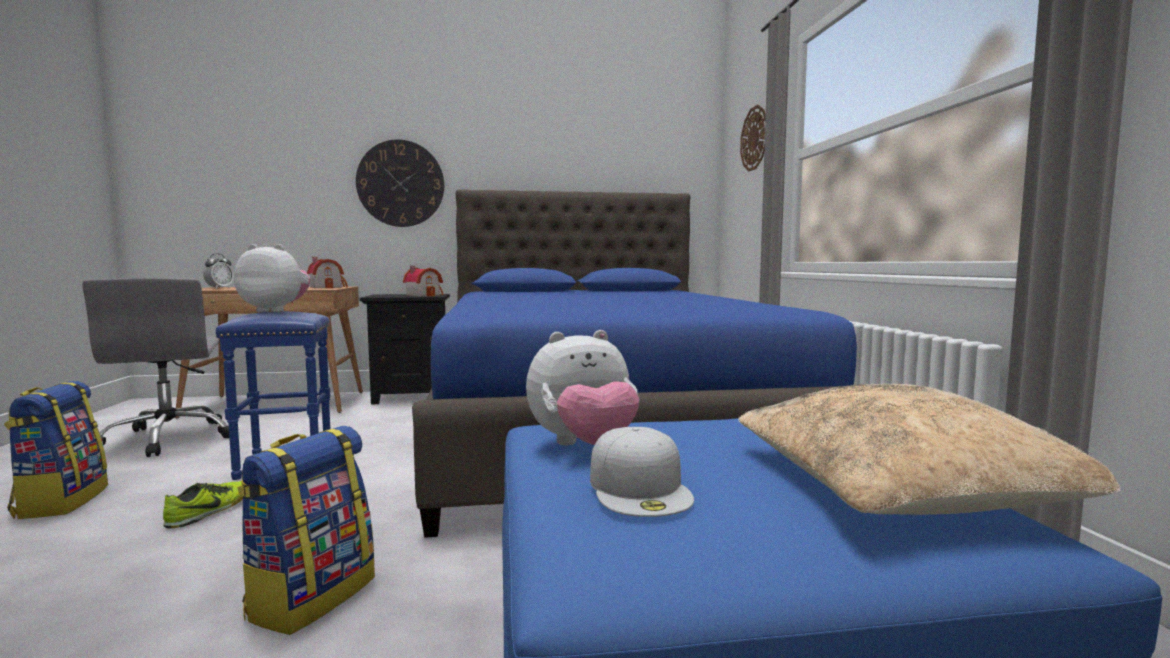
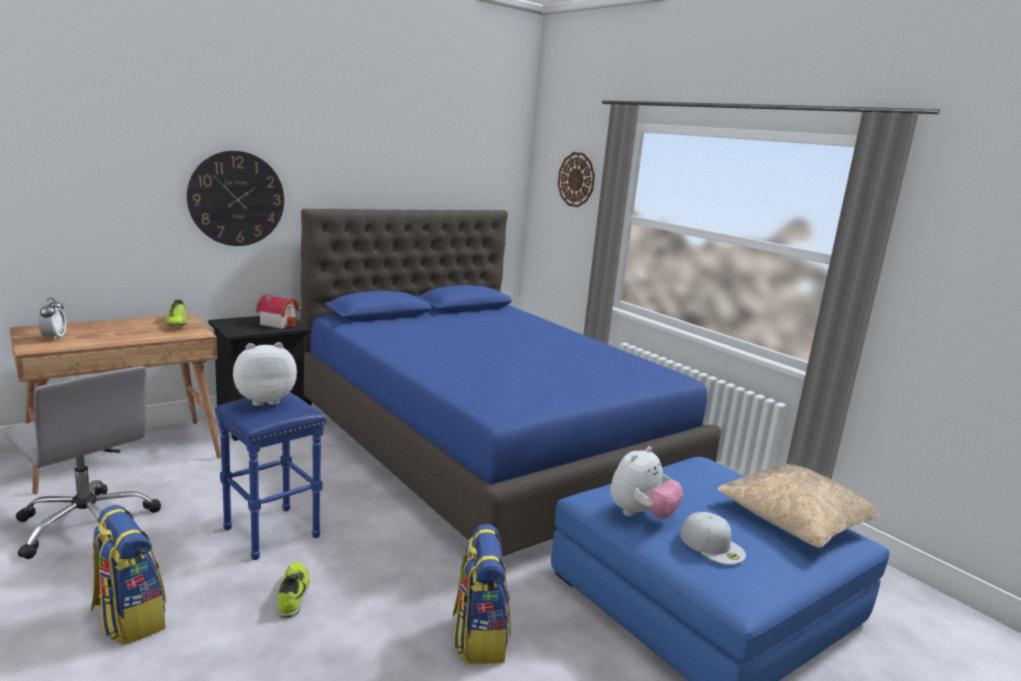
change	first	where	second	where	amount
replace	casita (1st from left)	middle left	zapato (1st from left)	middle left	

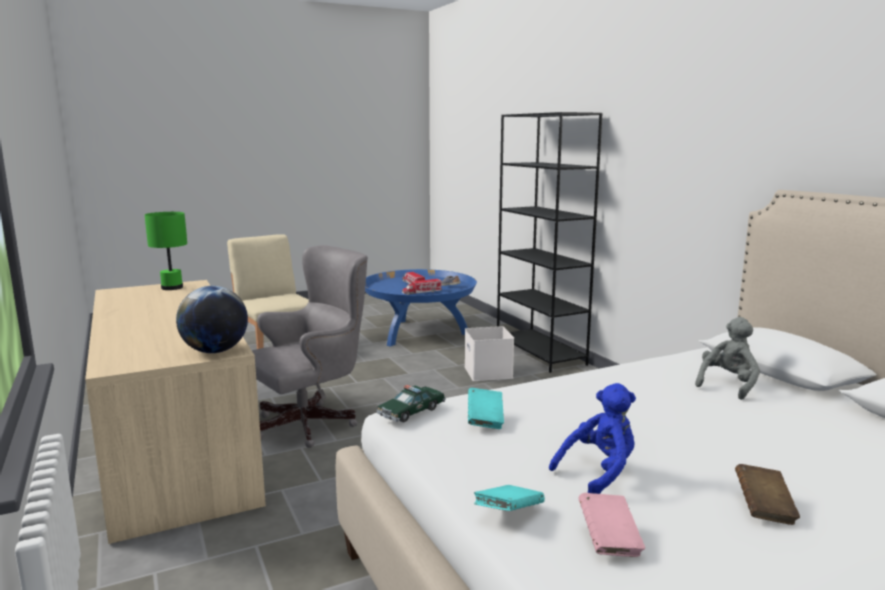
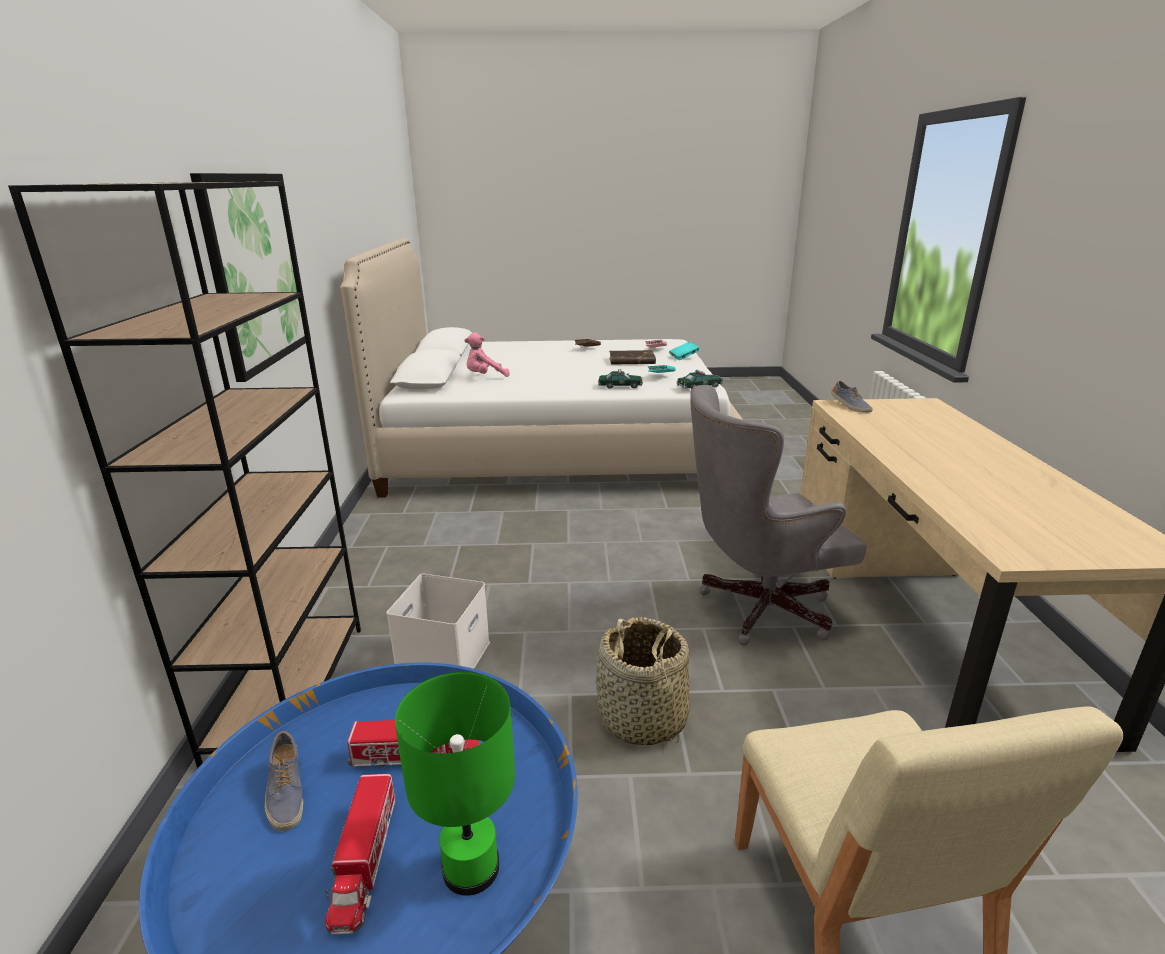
change	first	where	second	where	amount
insert			cuadro	top left	
insert			cesta	bottom centre	
insert			coche de juguete (1st from left)	centre	
move	lámpara de mesa (verde)	middle left		bottom centre	
replace	globo terráqueo	middle left	zapato (2nd from left)	middle right	
replace	peluche (azul)	bottom right	libro (marrón) (2nd from left)	centre	
recolor	estantería (negro)	centre	estantería (beis)	middle left	
recolor	peluche (gris)	middle right	peluche (rosa)	centre	

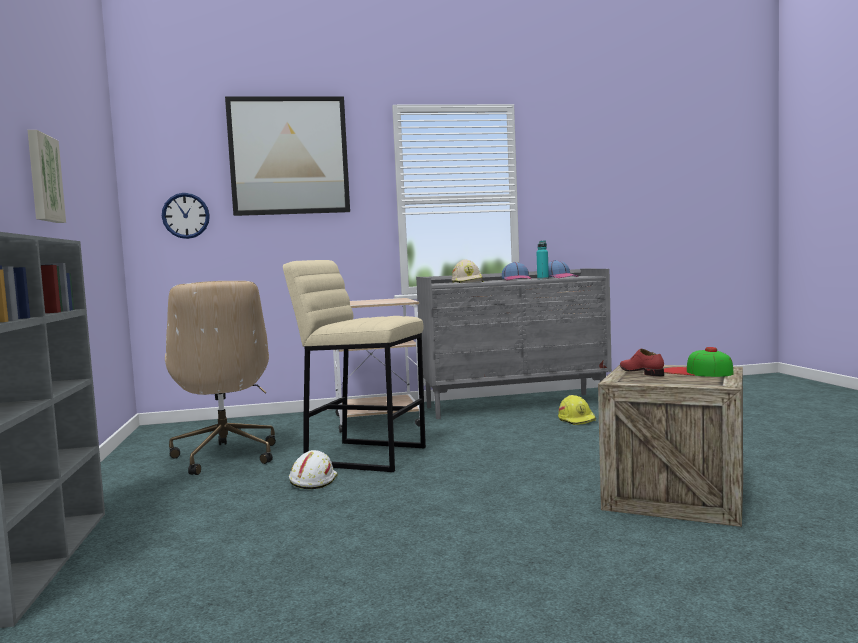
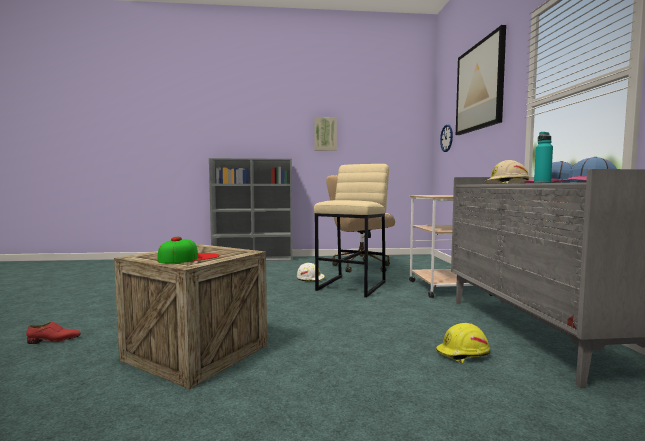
change	first	where	second	where	amount
move	zapato (rojo)	middle right		bottom left	

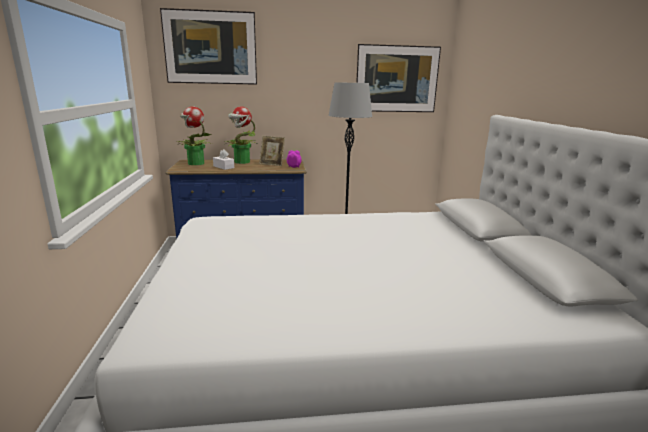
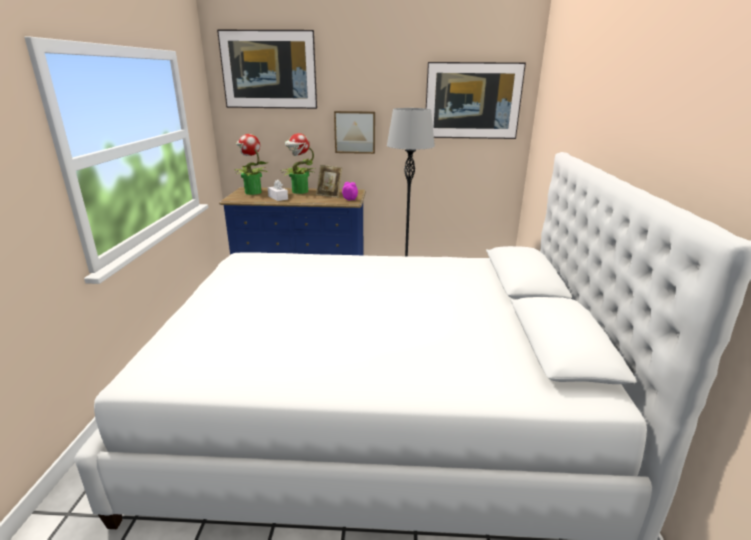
change	first	where	second	where	amount
insert			cuadro (2nd from left)	top centre	

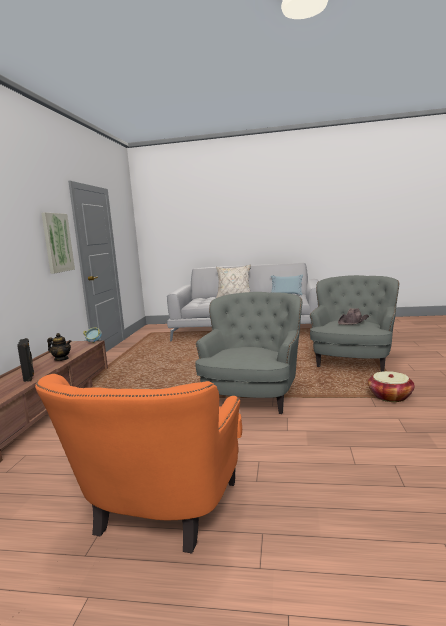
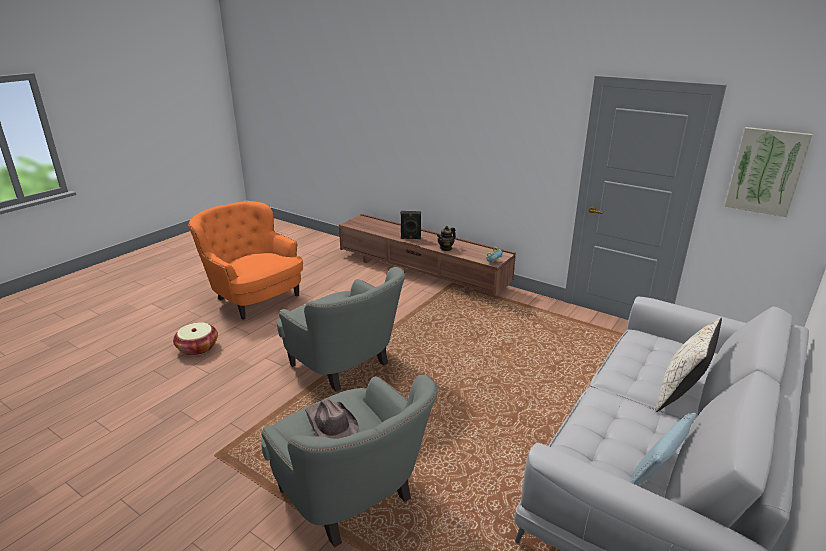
change	first	where	second	where	amount
move	cuadro	middle left		top right	
move	cesta	middle right		middle left	

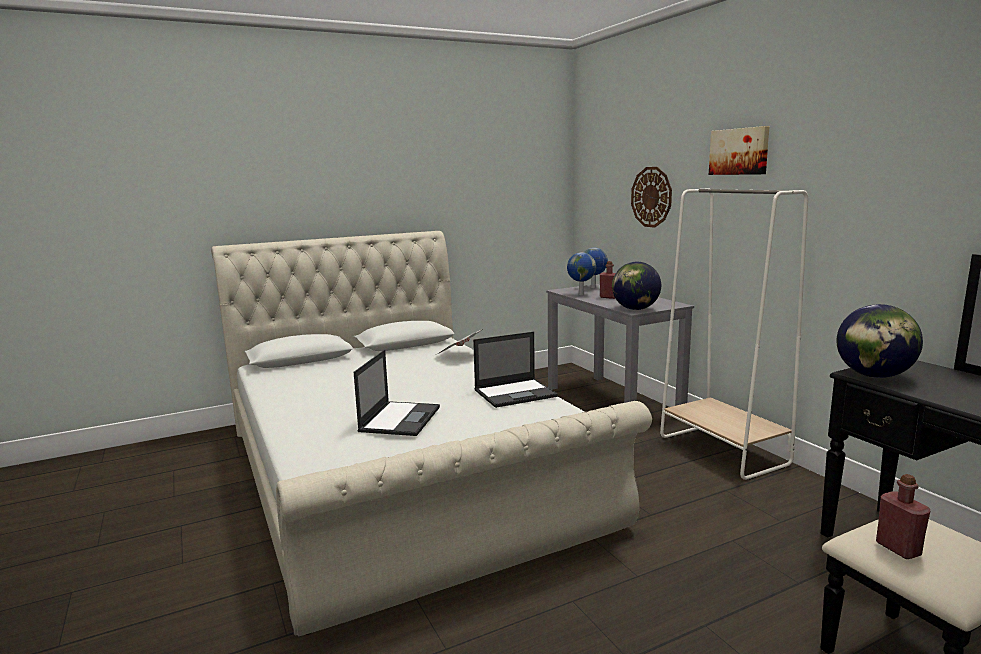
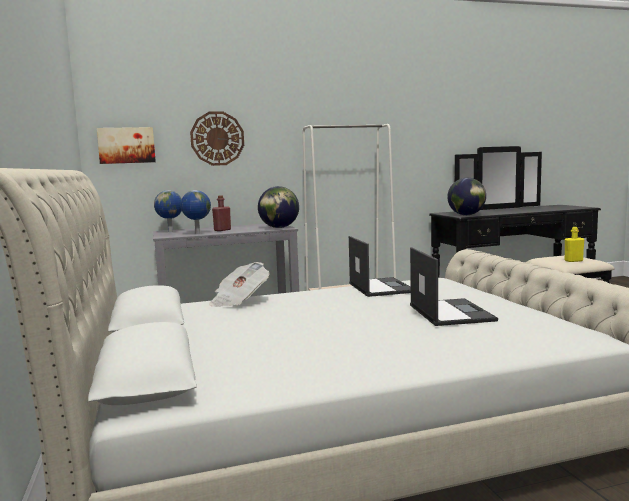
change	first	where	second	where	amount
move	cuadro	top right		top left	
recolor	botella (rojo) (2nd from left)	bottom right	botella (amarillo)	middle right	
rotate	portátil (1st from left in the first image)	centre	portátil (2nd from left)	middle right	60 degrees clockwise

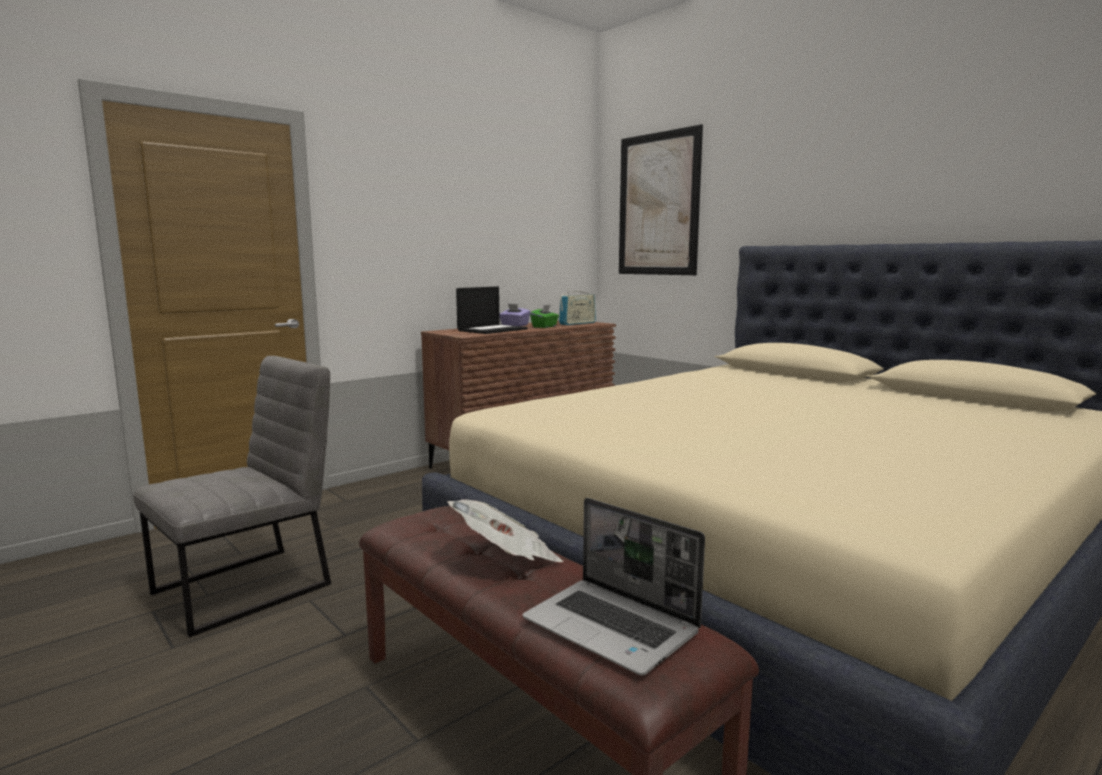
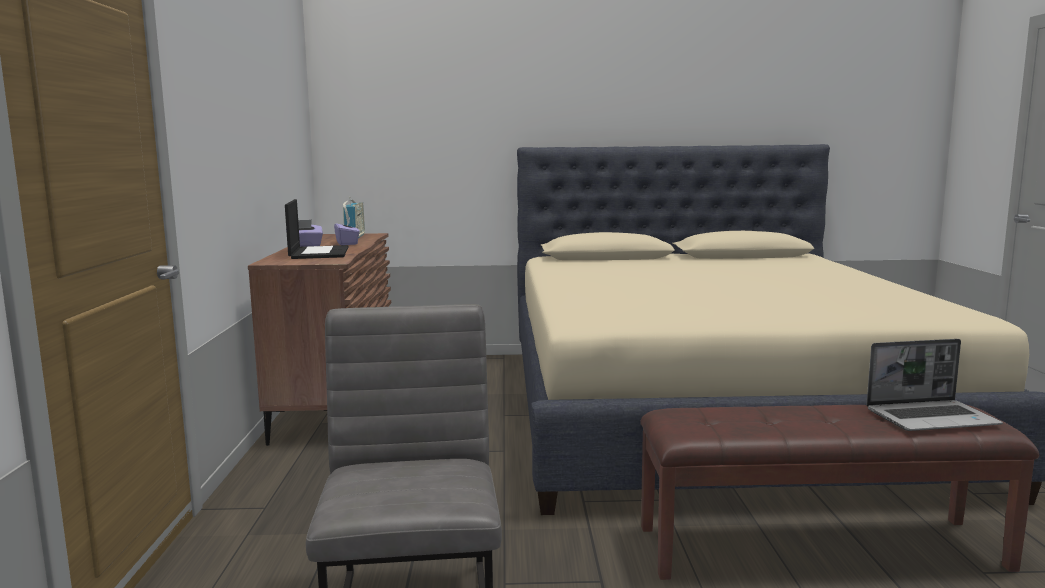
change	first	where	second	where	amount
delete	periódico	bottom centre			
delete	cuadro	top centre			
recolor	caja de pañuelos (verde)	centre	caja de pañuelos (morado) (2nd from left)	middle left	

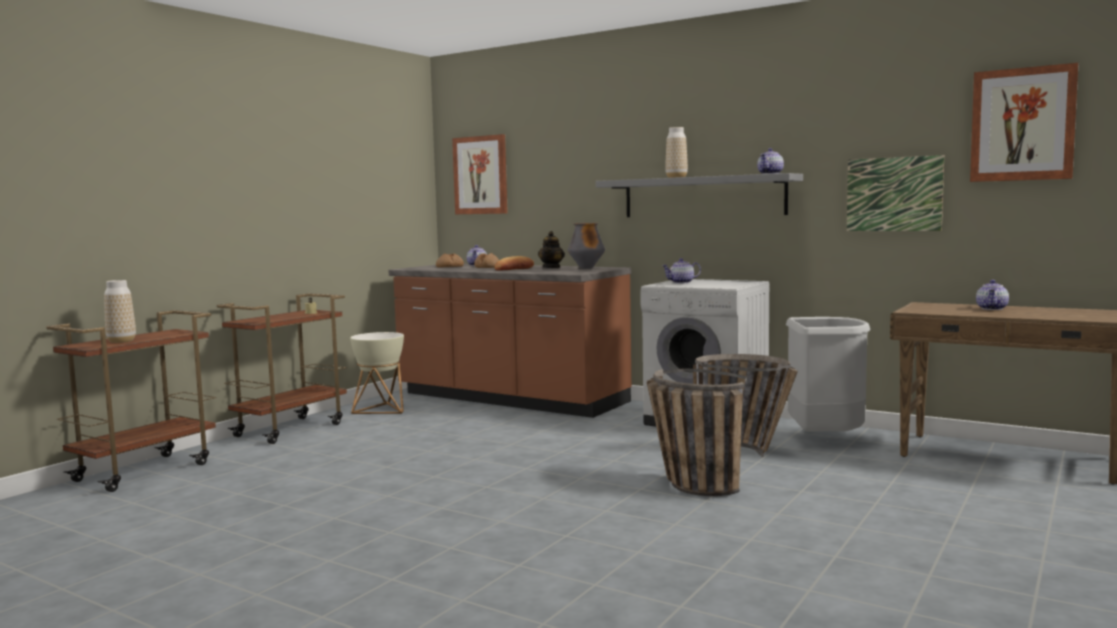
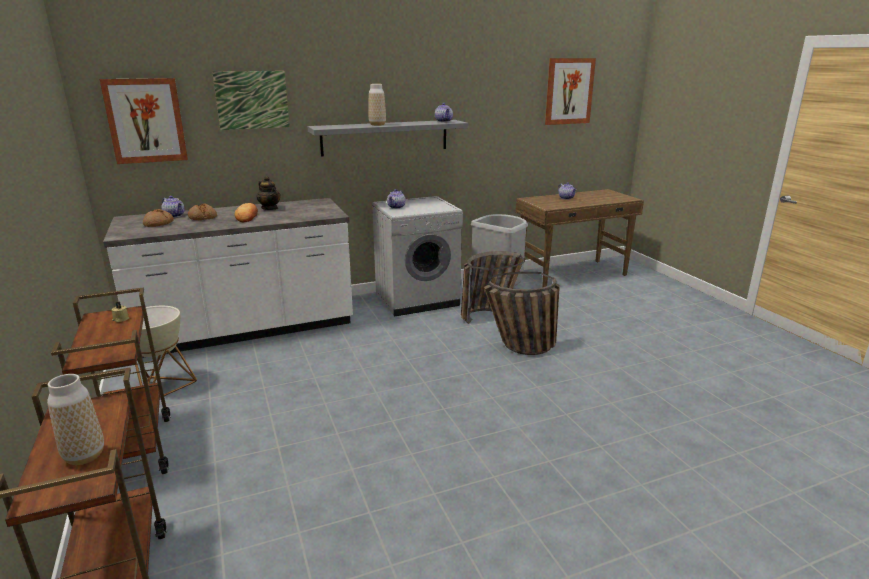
change	first	where	second	where	amount
delete	florero (2nd from left)	centre			
move	cuadro (2nd from left)	top right		top left	
recolor	mueble bajo de cocina (marrón)	centre	mueble bajo de cocina (blanco)	middle left	

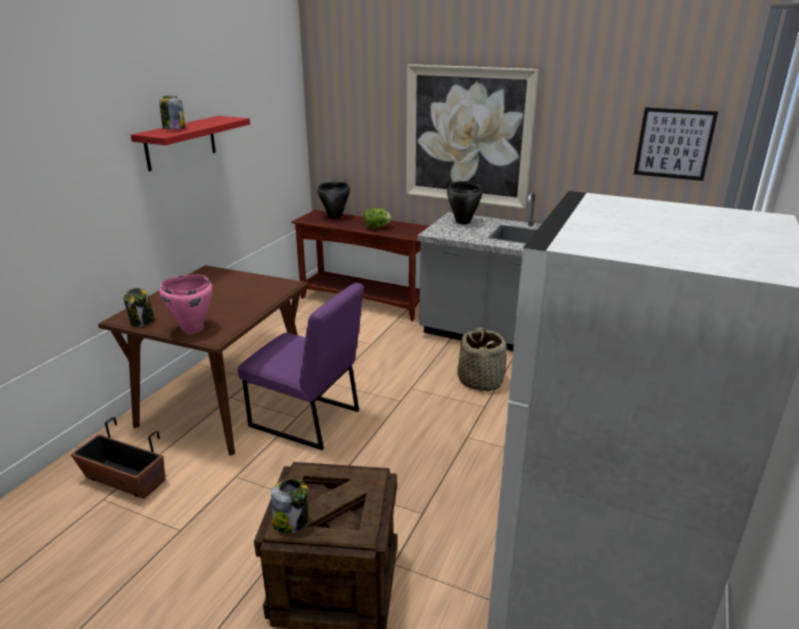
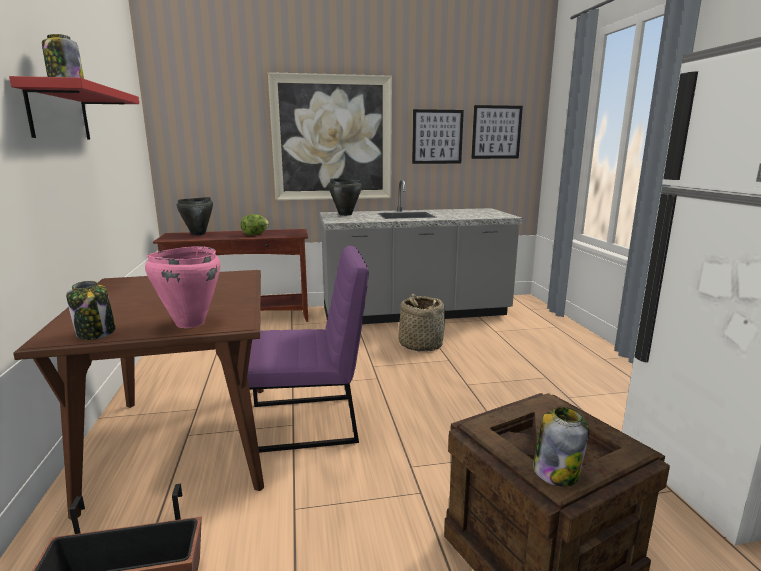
change	first	where	second	where	amount
insert			cuadro (2nd from left)	top centre	

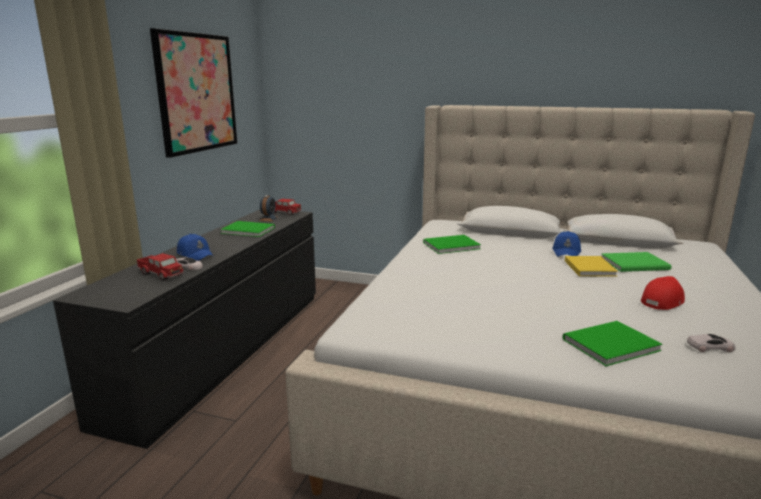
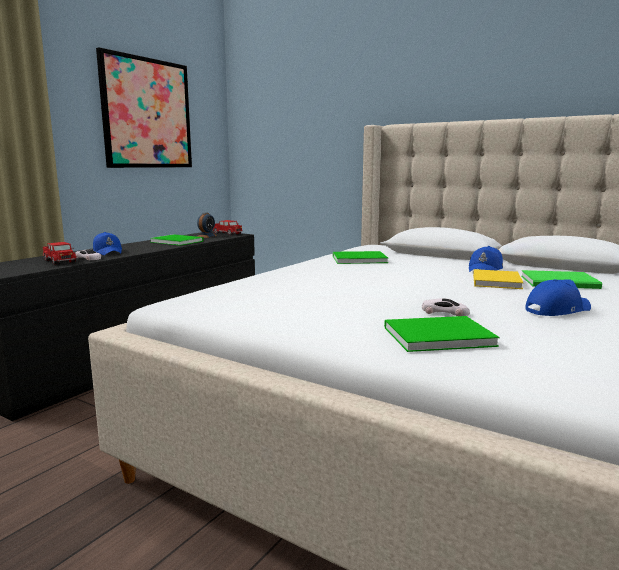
change	first	where	second	where	amount
move	coche de juguete (blanco) (2nd from left)	bottom right		middle right	
recolor	gorra (rojo)	middle right	gorra (azul) (3rd from left)	middle right	

